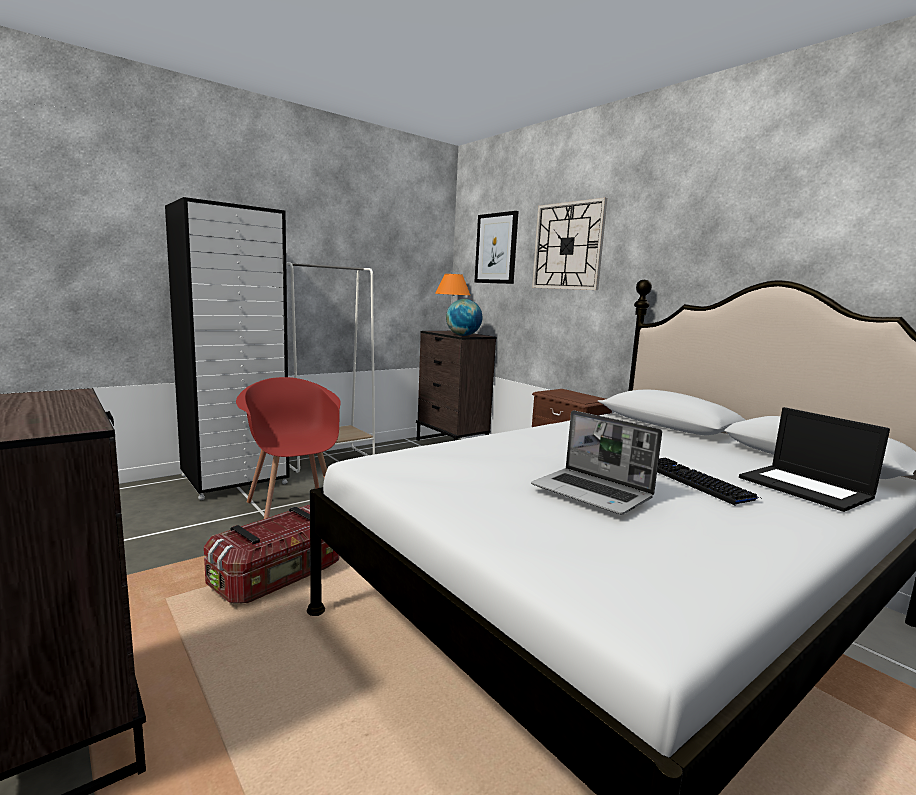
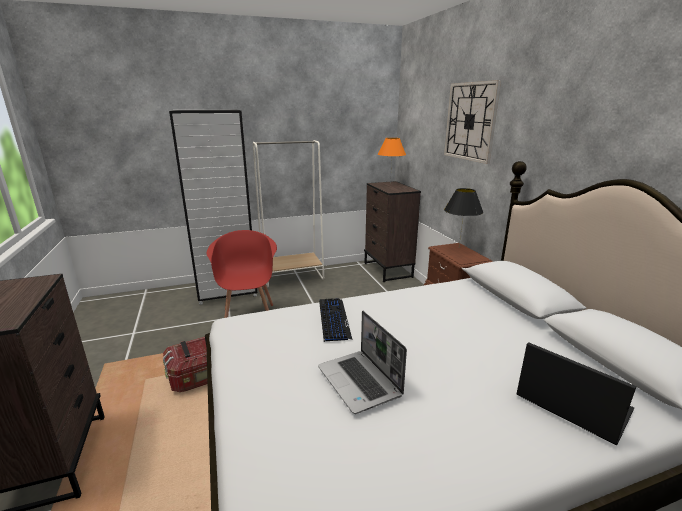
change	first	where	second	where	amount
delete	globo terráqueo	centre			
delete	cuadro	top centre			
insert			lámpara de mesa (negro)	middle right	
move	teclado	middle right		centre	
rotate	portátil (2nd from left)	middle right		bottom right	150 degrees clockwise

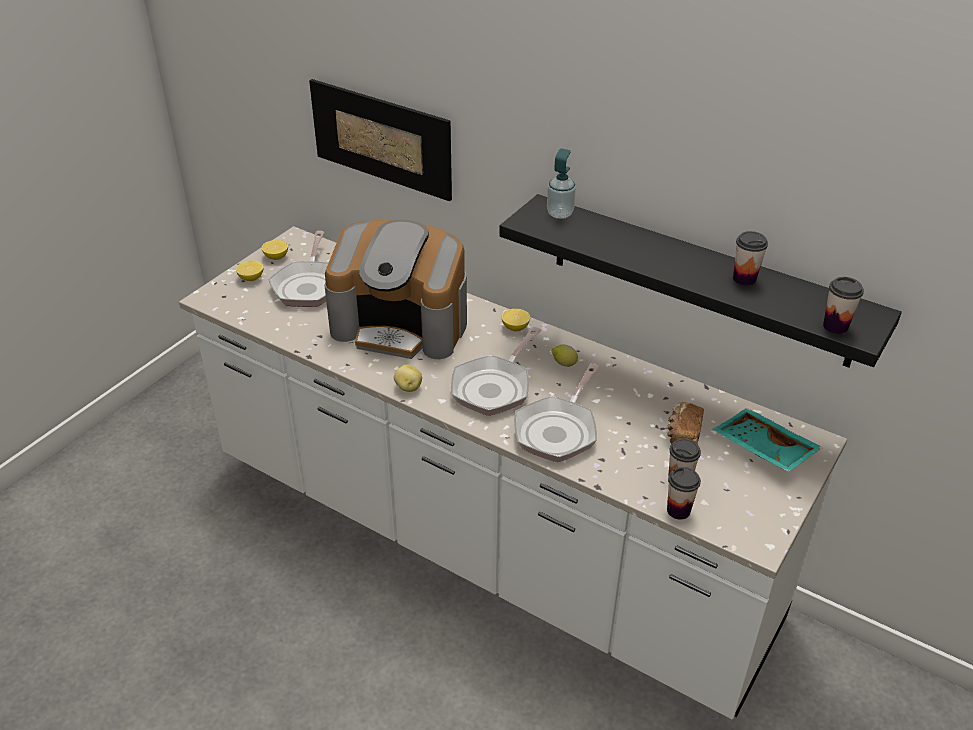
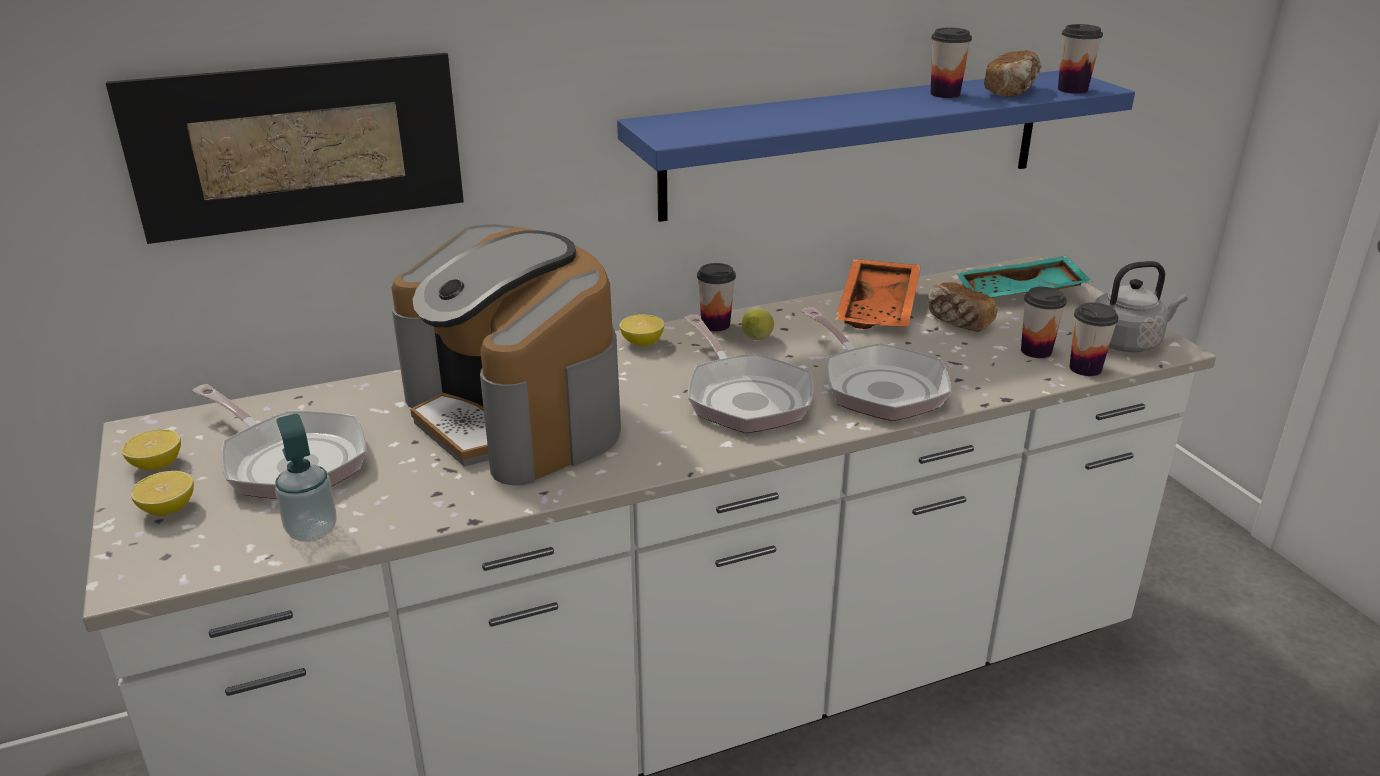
change	first	where	second	where	amount
delete	patata	centre			
insert			taza (1st from left)	centre	
insert			bandeja (naranja)	centre	
insert			pan (2nd from left)	top right	
insert			hervidor (gris)	middle right	
move	dispensador de jabón	top centre		middle left	
recolor	estante (negro)	middle right	estante (azul)	top centre	
rotate	cafetera	centre		centre	90 degrees clockwise

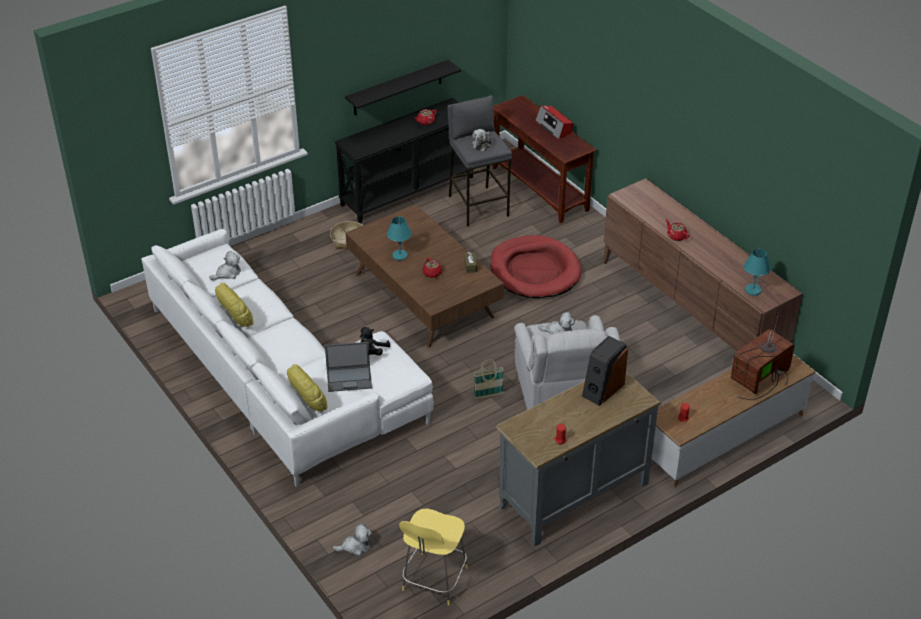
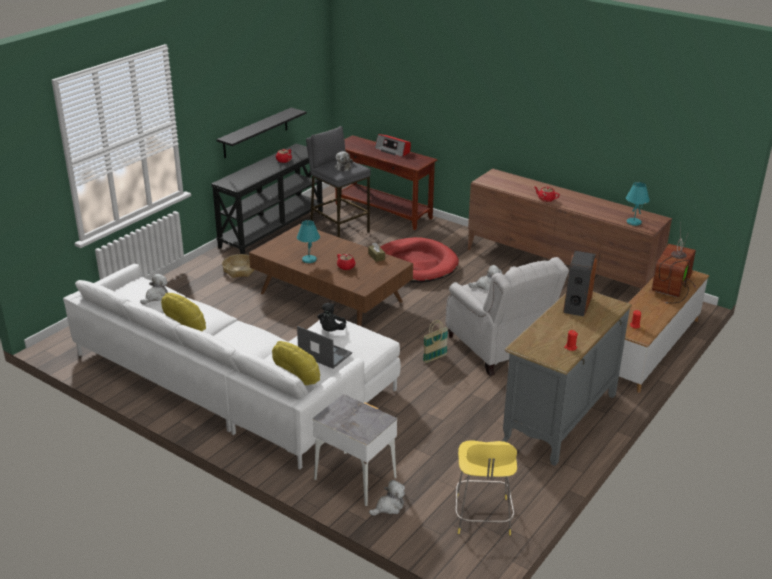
change	first	where	second	where	amount
insert			mesa auxiliar	bottom centre	
rotate	portátil	centre		centre	120 degrees counterclockwise

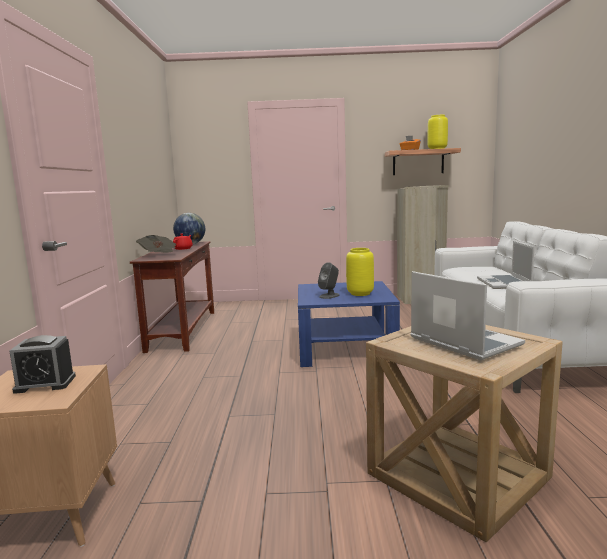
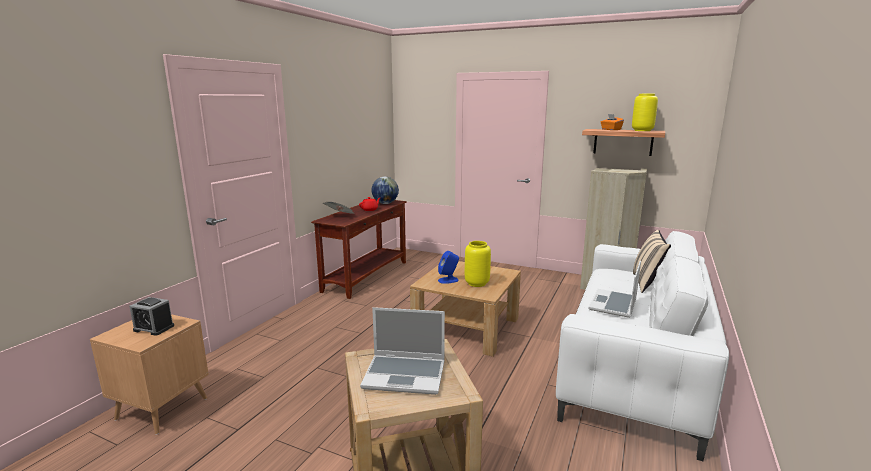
change	first	where	second	where	amount
insert			cojín (beis)	middle right	
recolor	mesa de centro (azul)	centre	mesa de centro (marrón)	centre	
recolor	altavoz (gris)	centre	altavoz (azul)	centre	
rotate	portátil (1st from left)	middle right		bottom centre	105 degrees clockwise

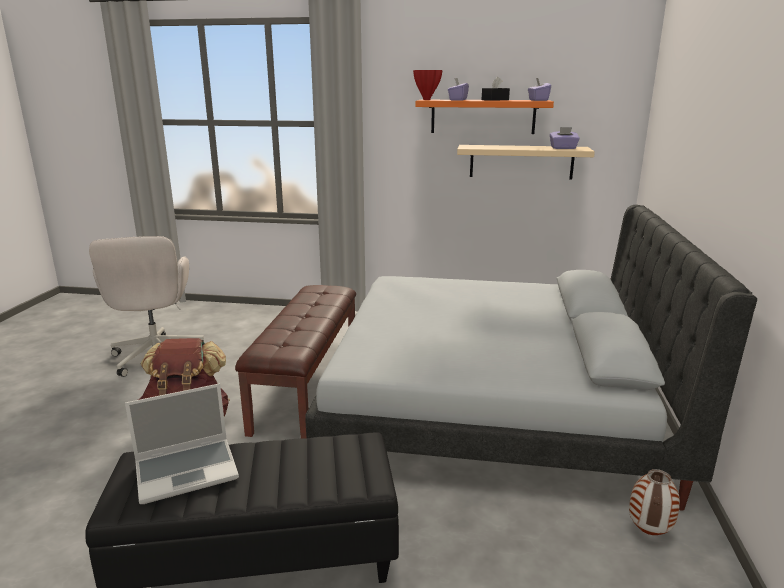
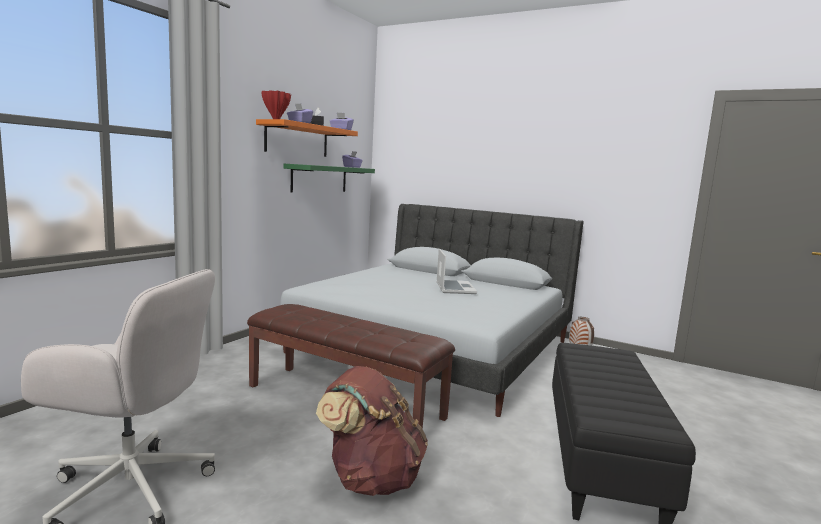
change	first	where	second	where	amount
move	portátil	bottom left		centre	
recolor	estante (beis)	top right	estante (verde)	centre	

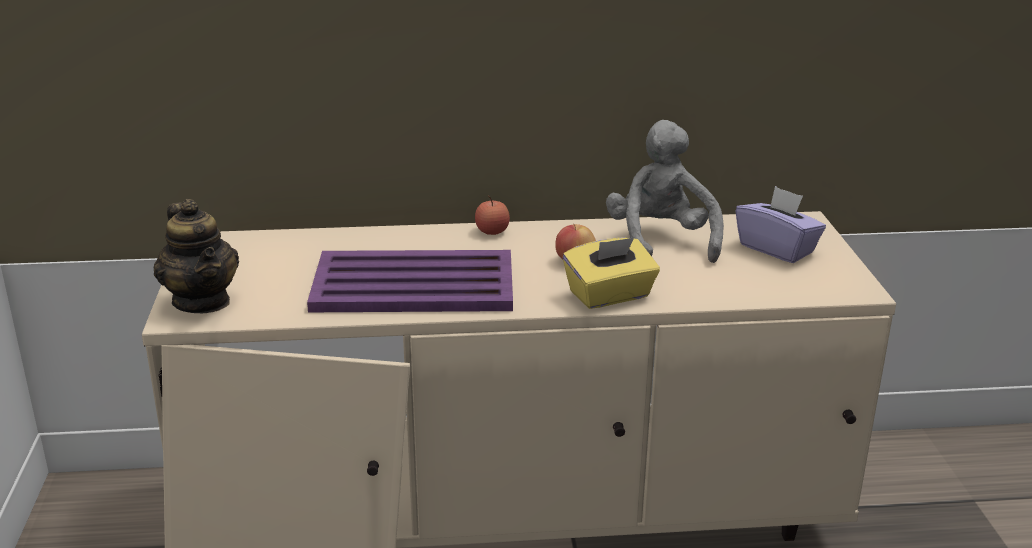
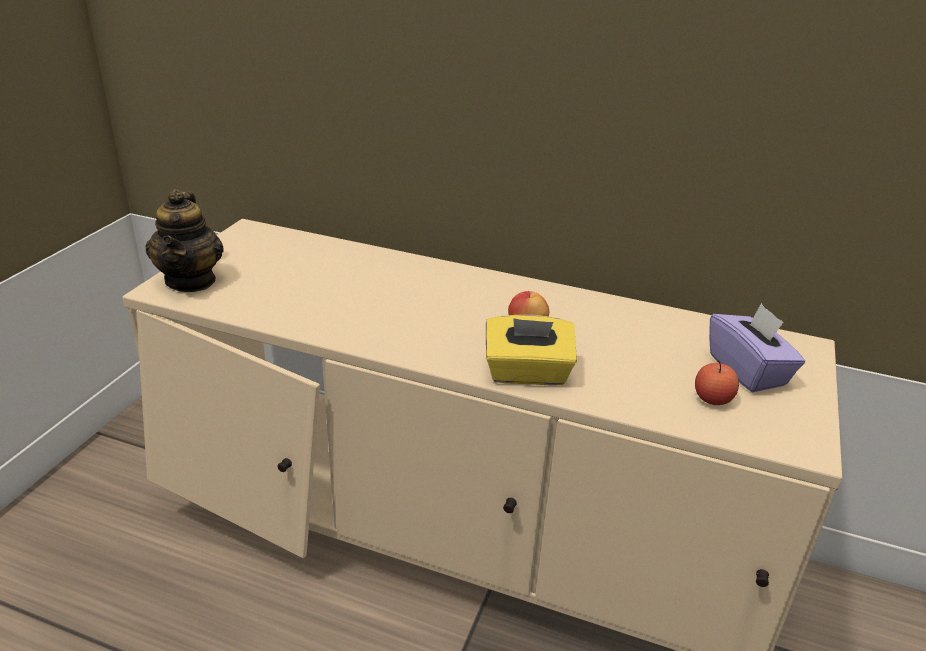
change	first	where	second	where	amount
delete	bandeja (morado)	centre			
delete	peluche (gris)	centre			
move	manzana (1st from left in the first image)	centre	manzana (2nd from left)	middle right	

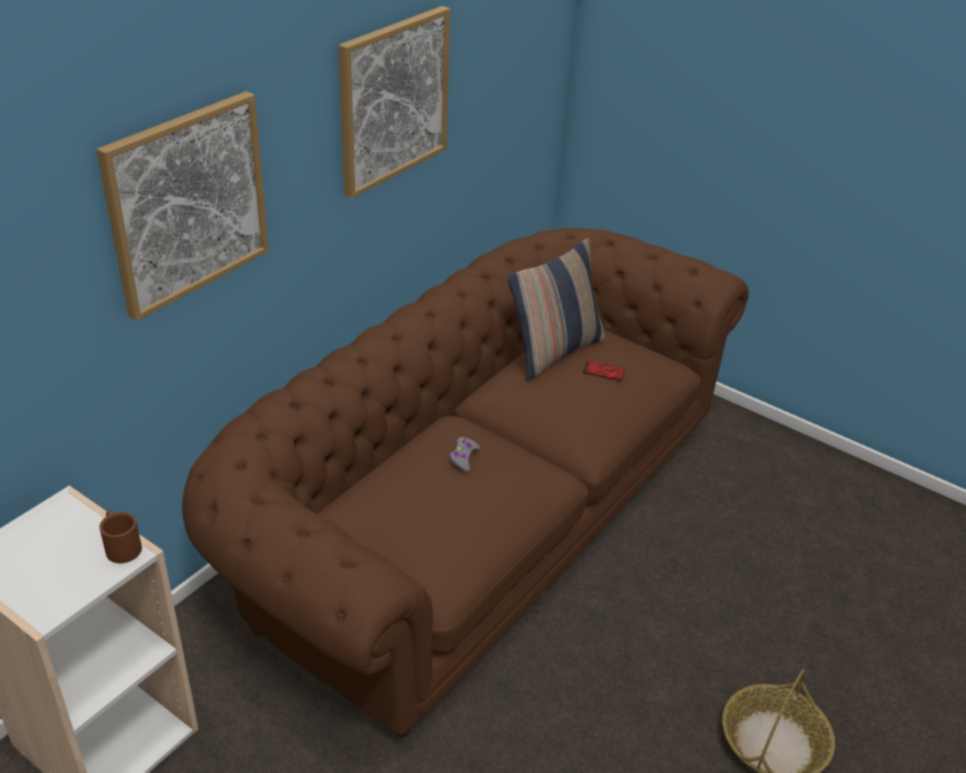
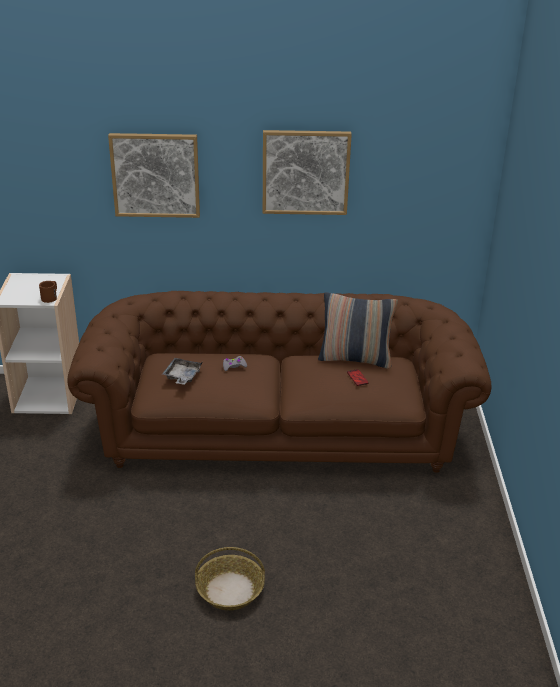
change	first	where	second	where	amount
insert			bandeja (gris)	middle left	

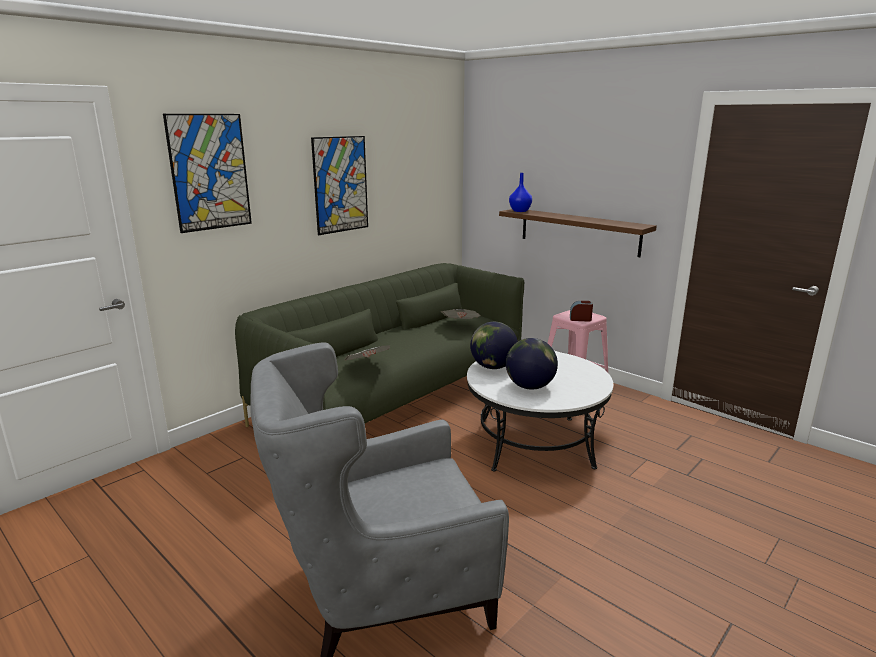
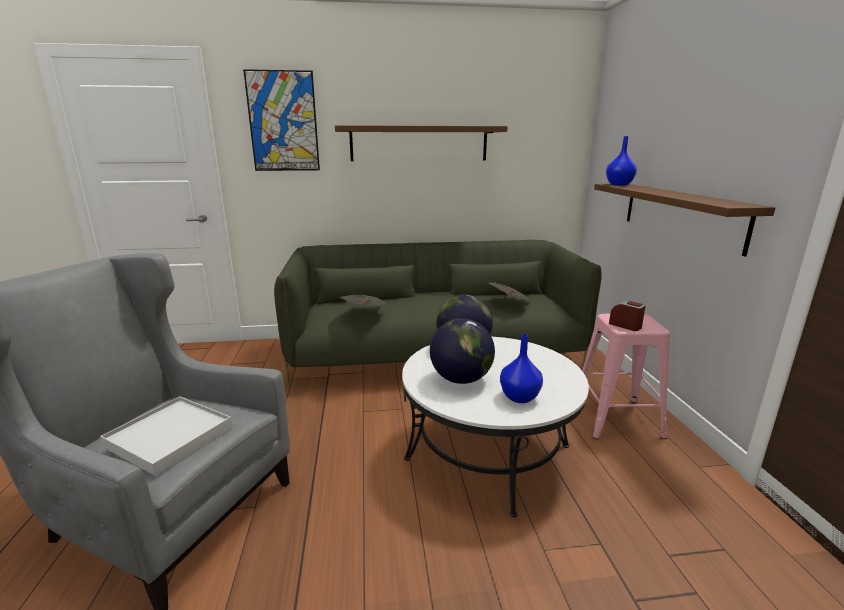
change	first	where	second	where	amount
insert			bandeja (blanco)	bottom left	
insert			florero (azul) (1st from left)	centre	
replace	cuadro (2nd from left)	top centre	estante (marrón) (1st from left)	top centre	

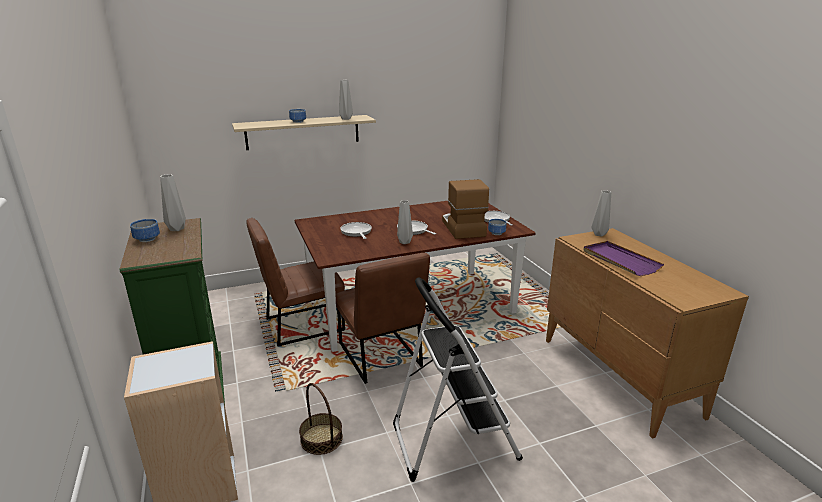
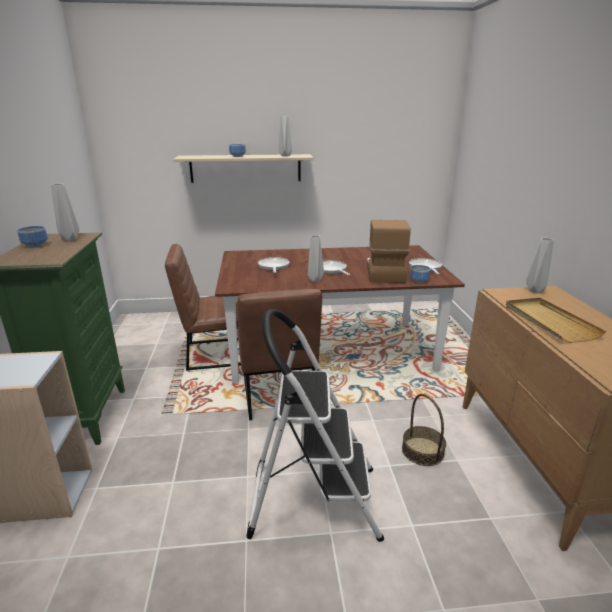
change	first	where	second	where	amount
move	cesta	bottom centre		bottom right	
recolor	bandeja (morado)	middle right	bandeja (beis)	middle right	

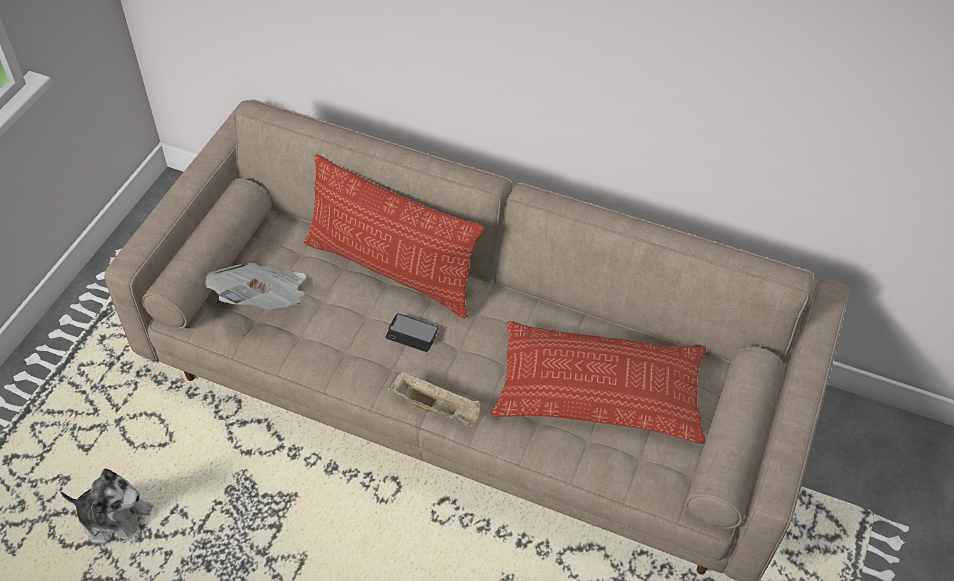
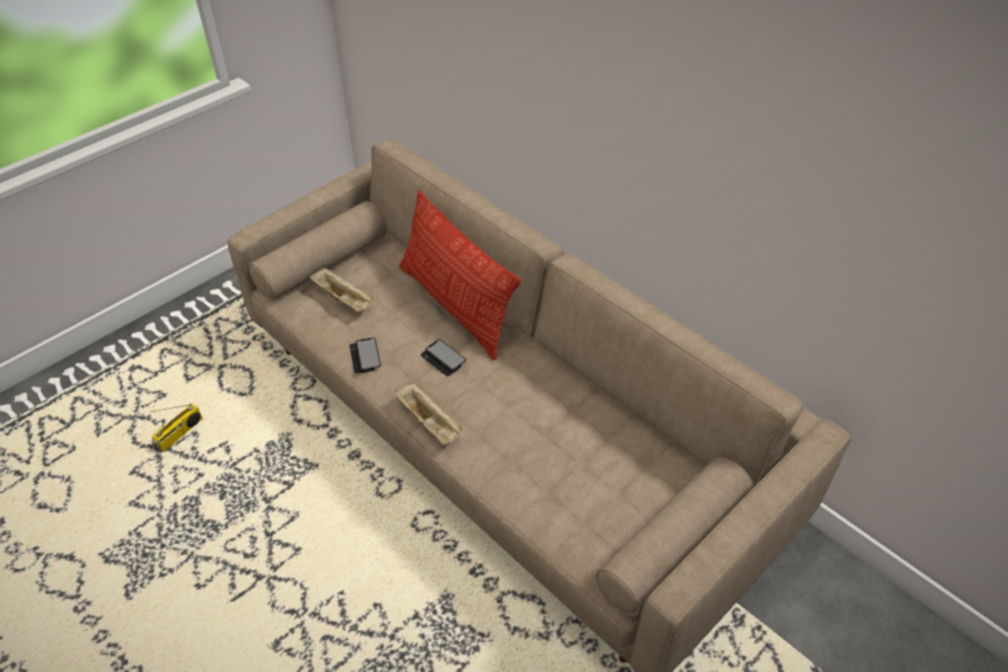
change	first	where	second	where	amount
delete	cojín (2nd from left)	centre			
insert			móvil (1st from left)	centre	
replace	peluche	bottom left	radio	middle left	
replace	periódico	middle left	bandeja (beis) (1st from left)	centre	

